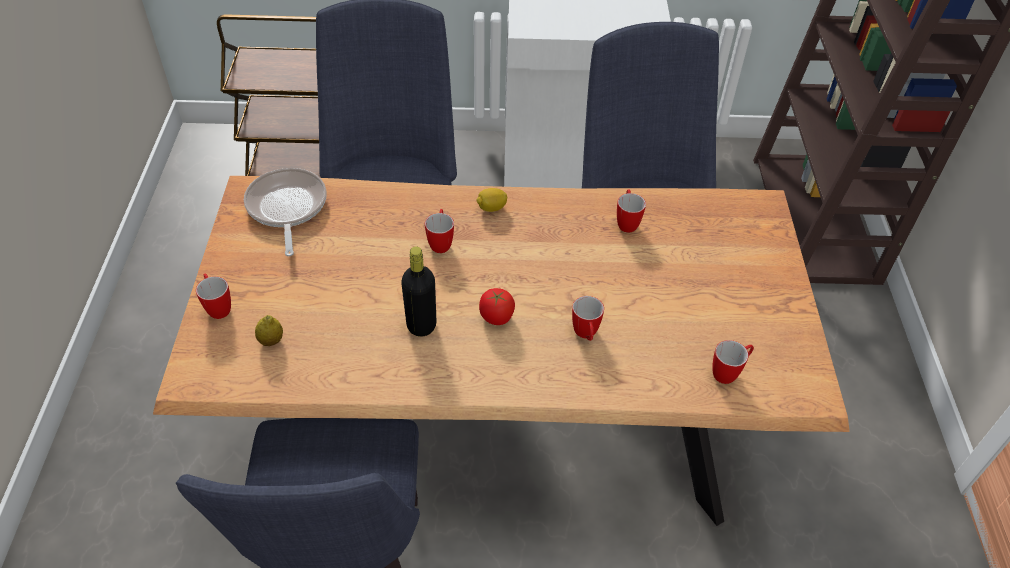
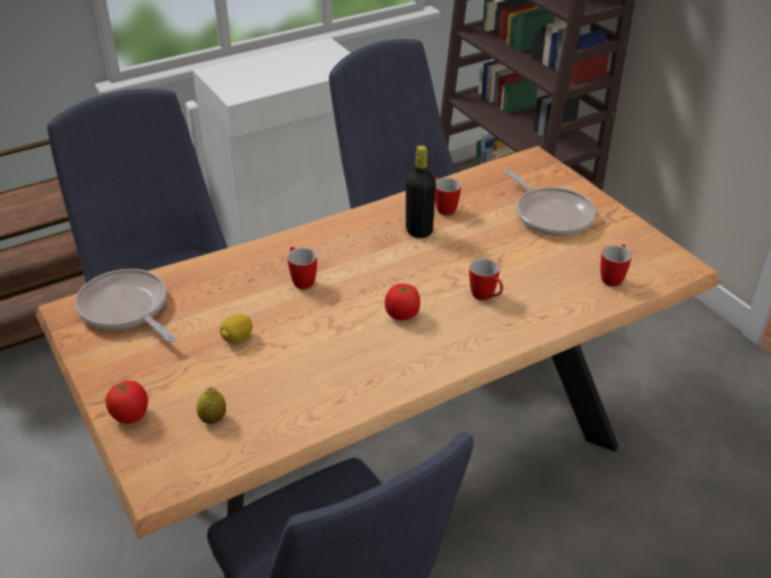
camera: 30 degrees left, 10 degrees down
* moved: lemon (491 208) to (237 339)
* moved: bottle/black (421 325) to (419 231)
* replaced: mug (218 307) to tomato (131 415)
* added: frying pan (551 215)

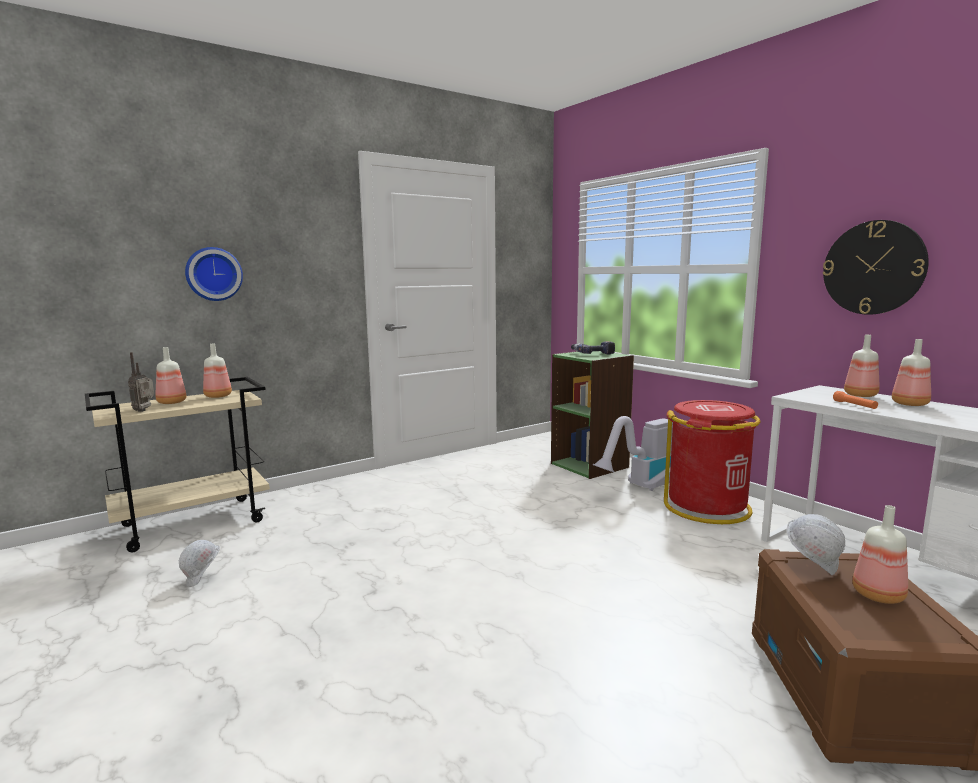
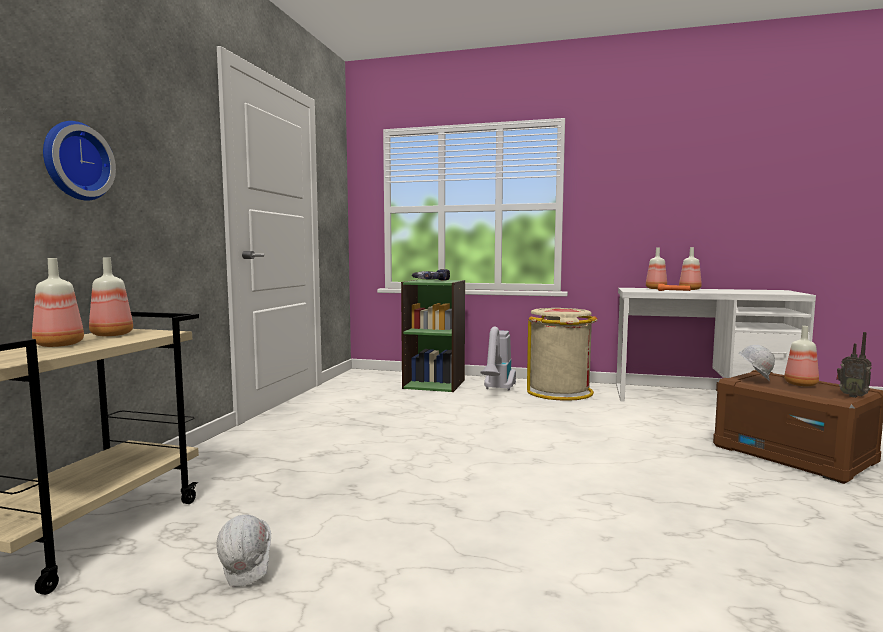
camera: 40 degrees left, 5 degrees down
* removed: wall clock (873 268)
* moved: radio (145 410) to (852 396)
* recoloured: trash can/red (707 507) to trash can/beige (560 392)

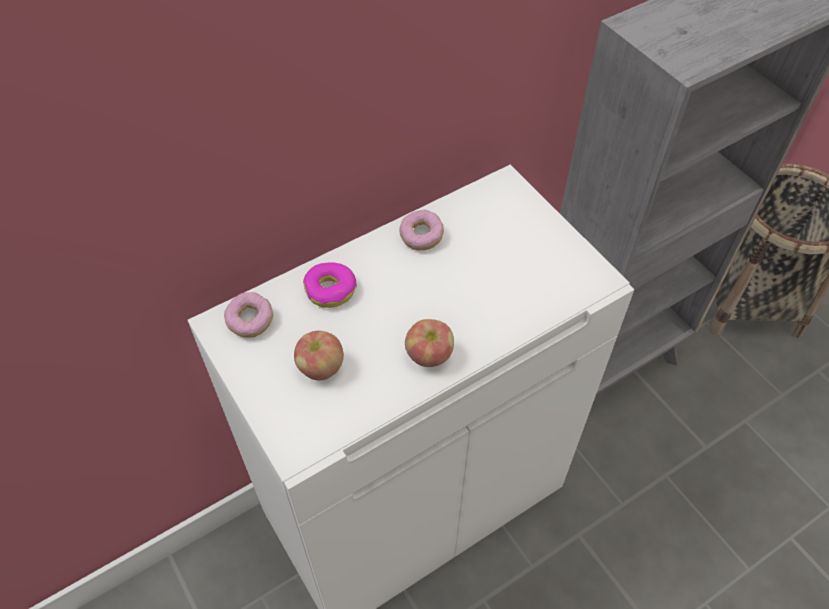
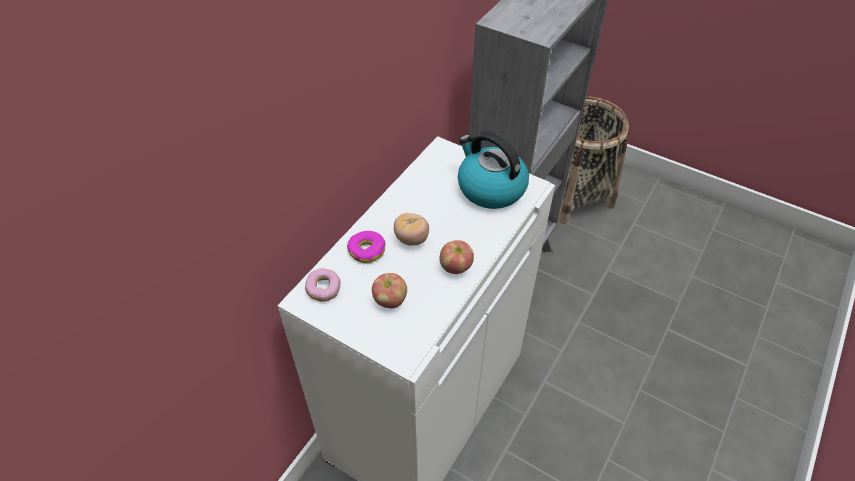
camera: 25 degrees left, 5 degrees down
* removed: donut (421 237)
* added: kettle (490 188)
* added: tomato (411 239)

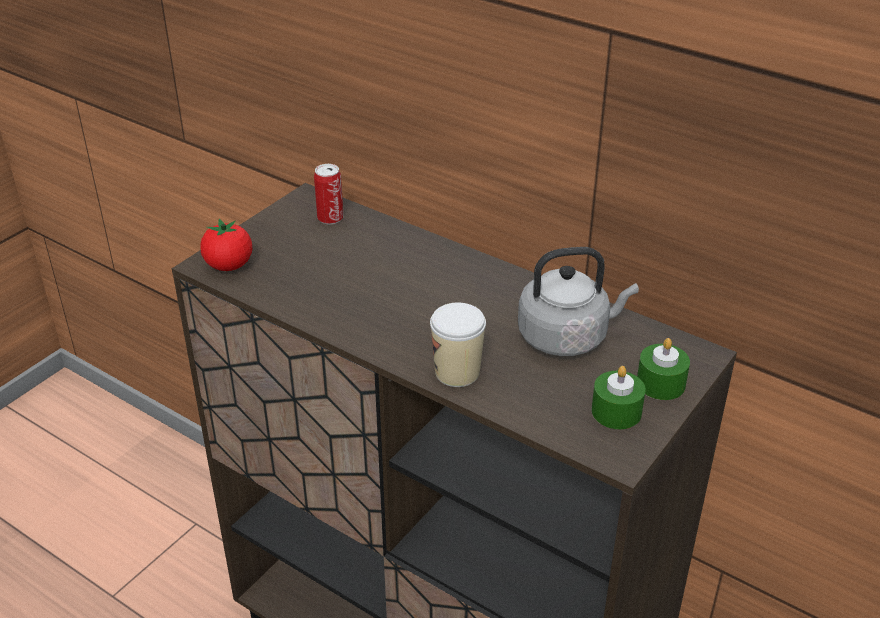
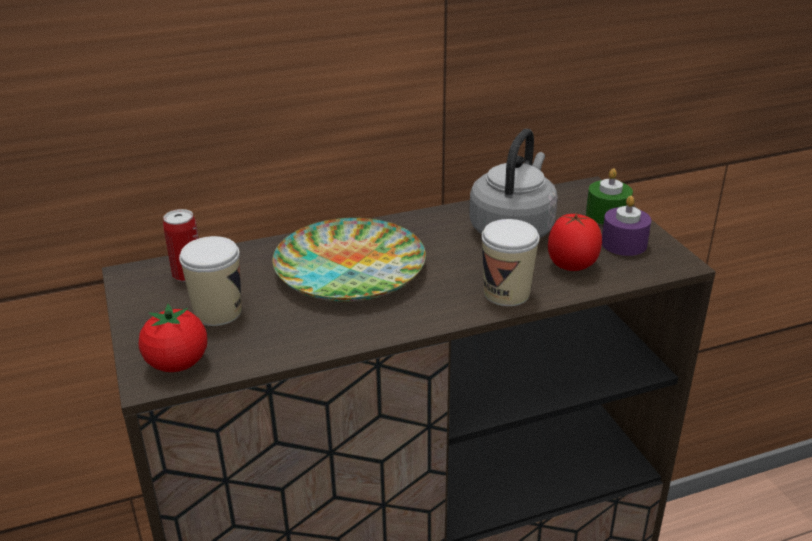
camera: 55 degrees left, 5 degrees down
* recoloured: candle/green (616 411) to candle/purple (624 244)
* added: tomato (572 266)
* added: plate (350 269)
* added: cup (218 312)

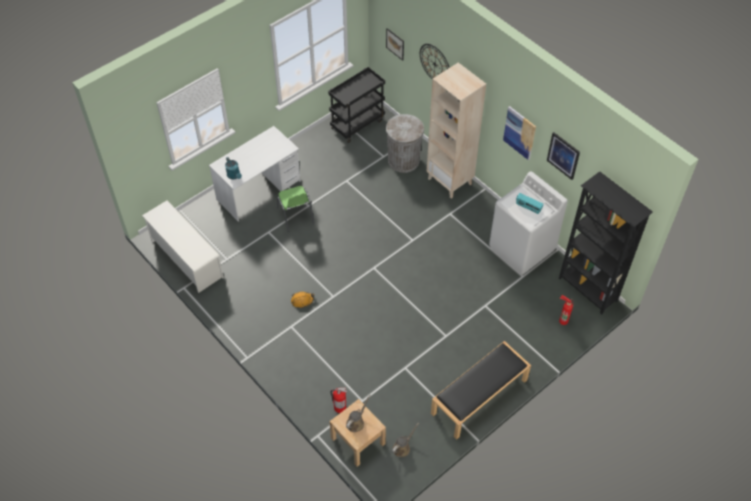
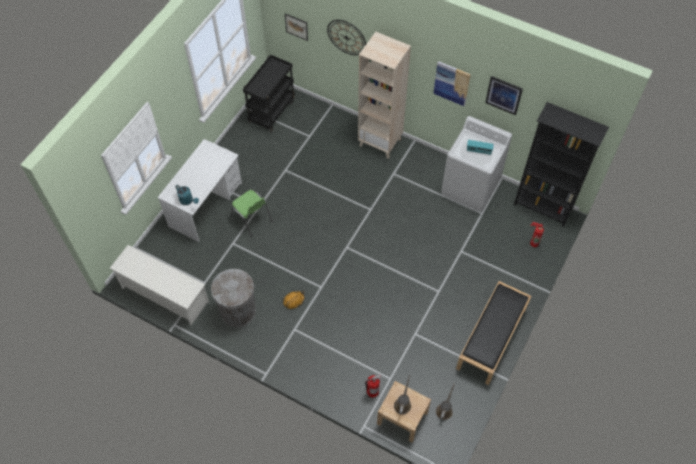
camera: 20 degrees left, 5 degrees up
* moved: trash can/grey (403 160) to (238 311)

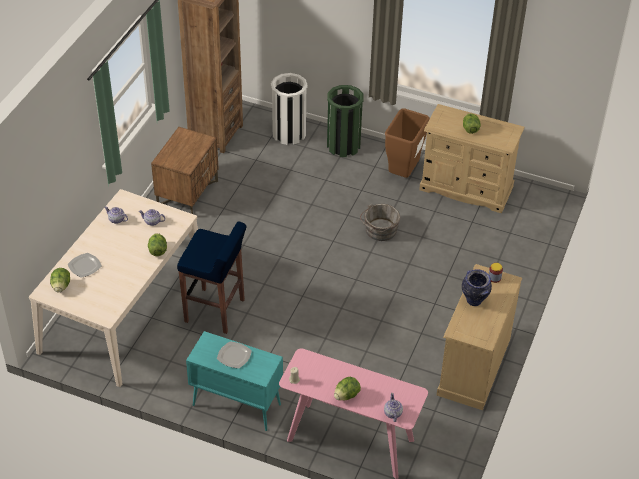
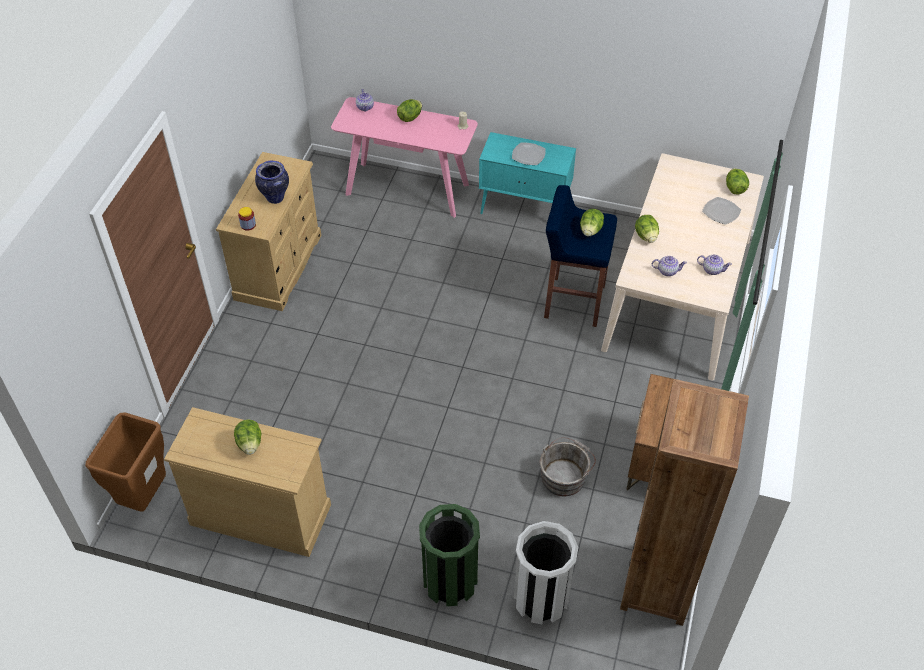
camera: 175 degrees right, 5 degrees up
* moved: trash can/brown (403 173) to (145 496)
* moved: bucket/grey (379 231) to (565 476)
* added: lettuce (590 230)

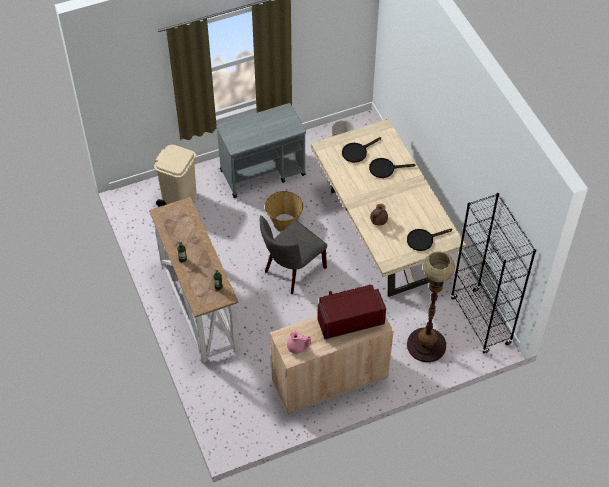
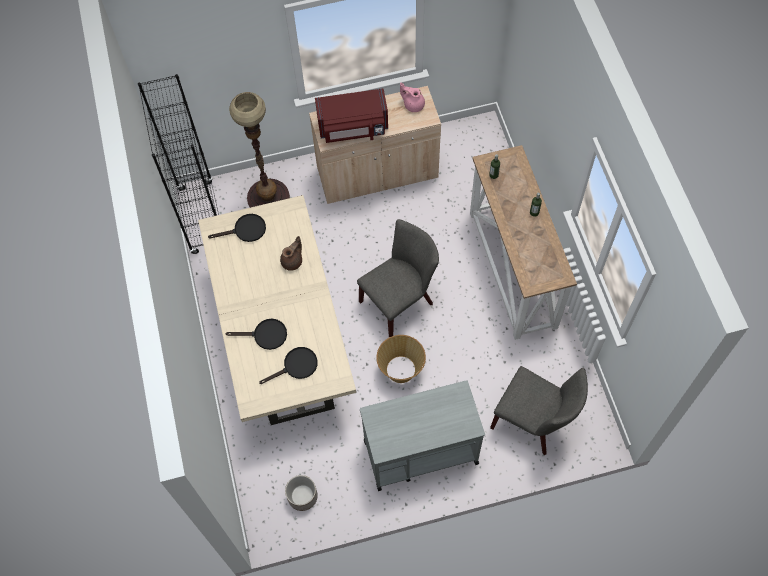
camera: 170 degrees left, 10 degrees up
* replaced: trash can/beige (179 198) to chair/grey (534 422)

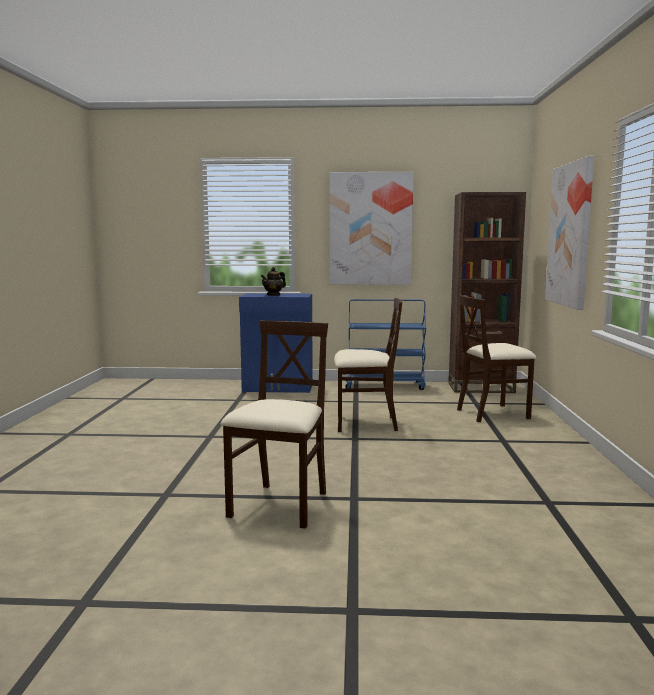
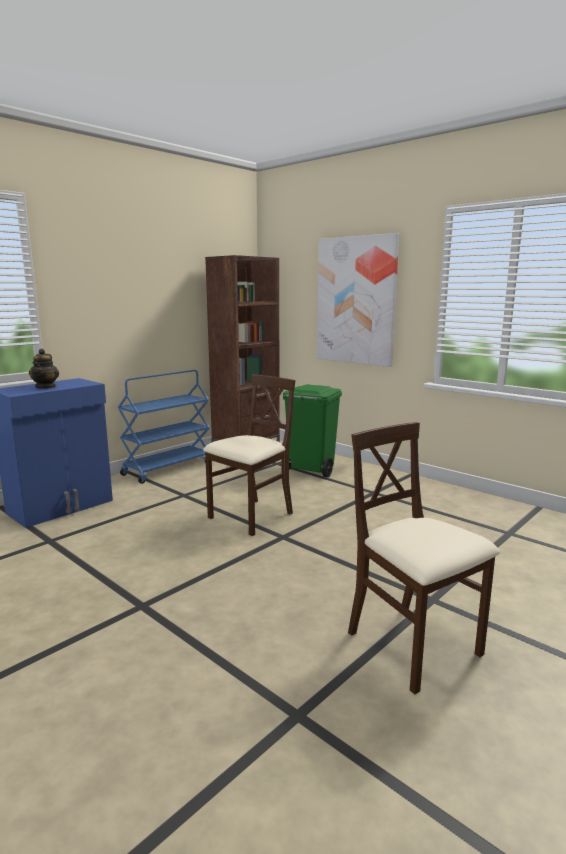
camera: 50 degrees left, 5 degrees up
* removed: picture (370 229)
* replaced: chair/beige (493 413) to trash can/green (310 469)

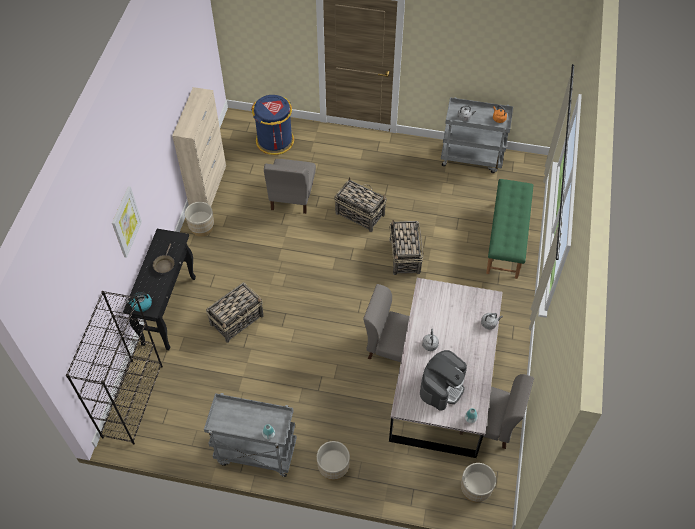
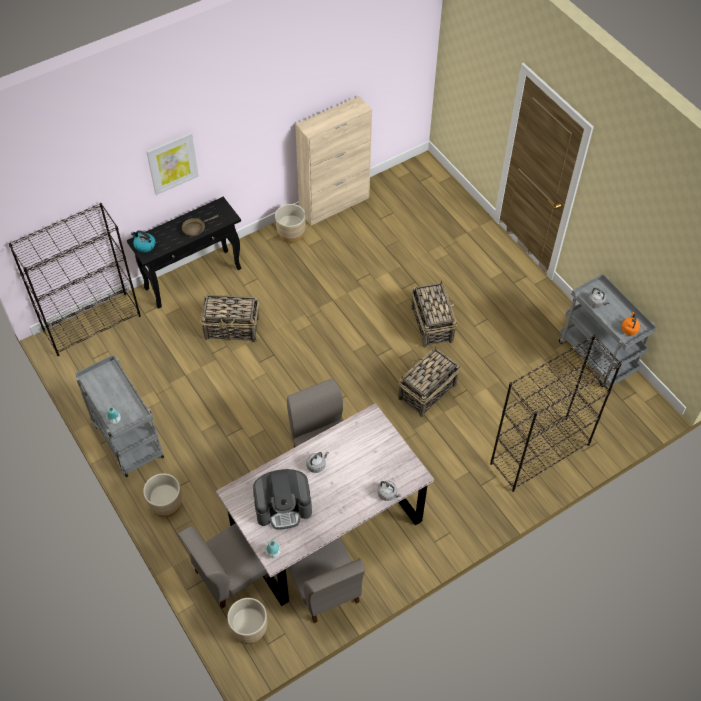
camera: 45 degrees right, 0 degrees up
* removed: trash can/blue (275 141)
* moved: chair/grey (291 196) to (231 574)
* replaced: bench/green (507 239) to bookcase/black (539 454)

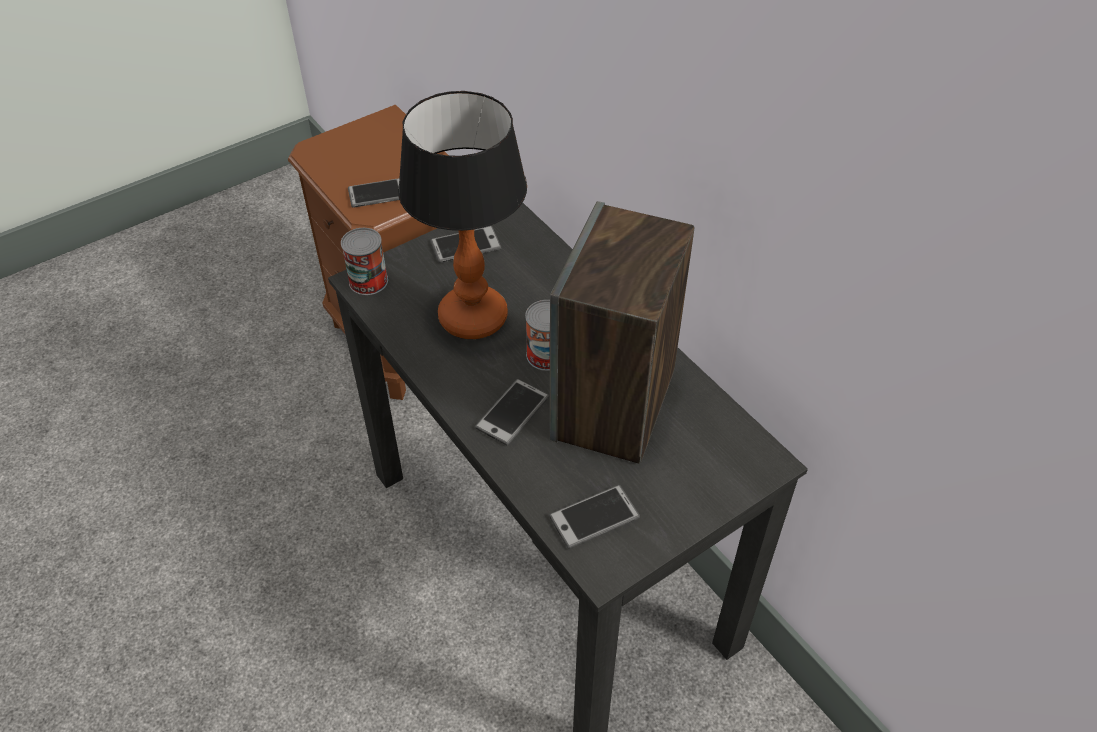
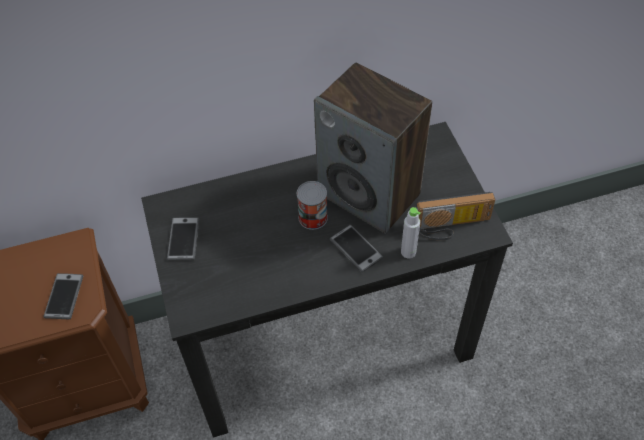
camera: 70 degrees left, 5 degrees up
* removed: table lamp (472 316)
* removed: can (368 281)
* replaced: phone (594 517) to radio (451 227)
* added: bottle/grey (408 252)

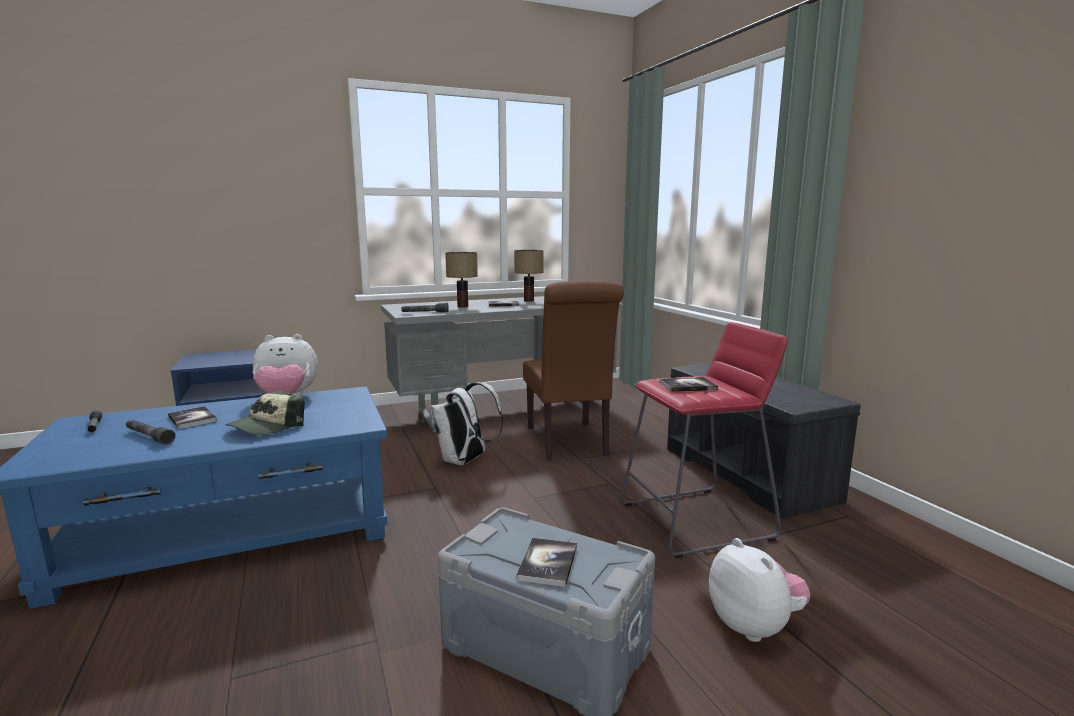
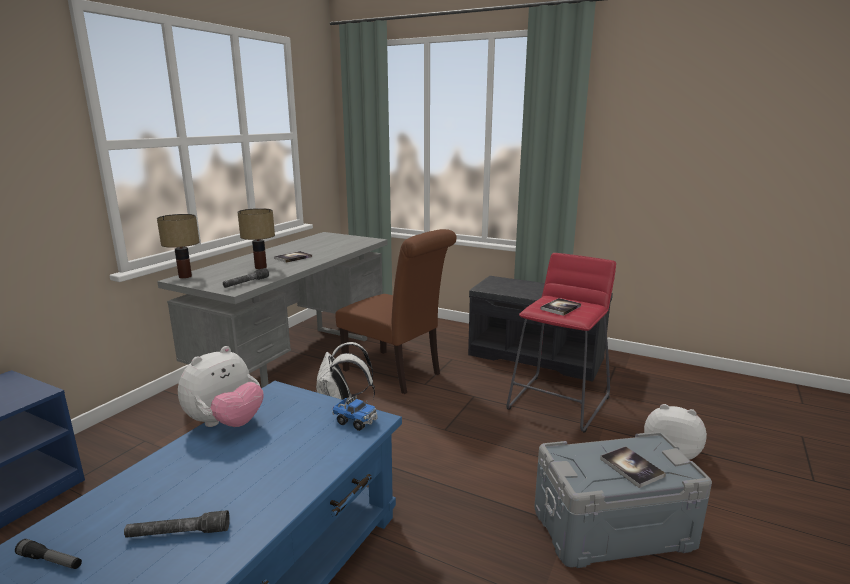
camera: 40 degrees left, 5 degrees up
* moved: table lamp (528 300) to (184 276)
* removed: cap (267 426)
* removed: book (192 419)
* added: toy truck (356 421)

